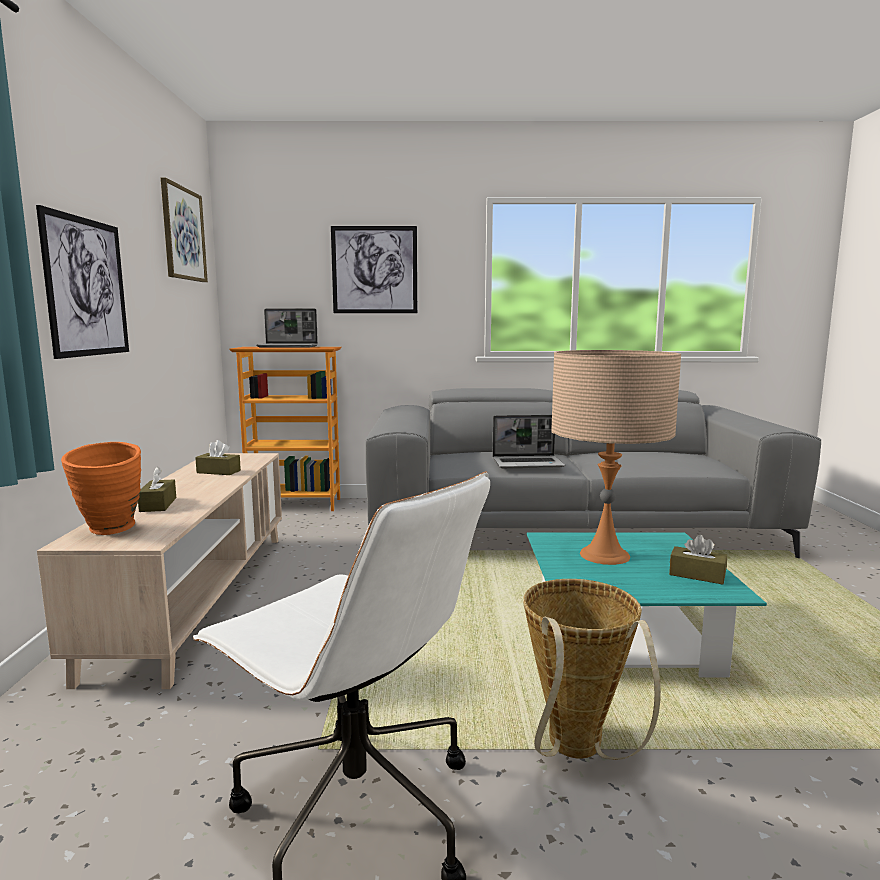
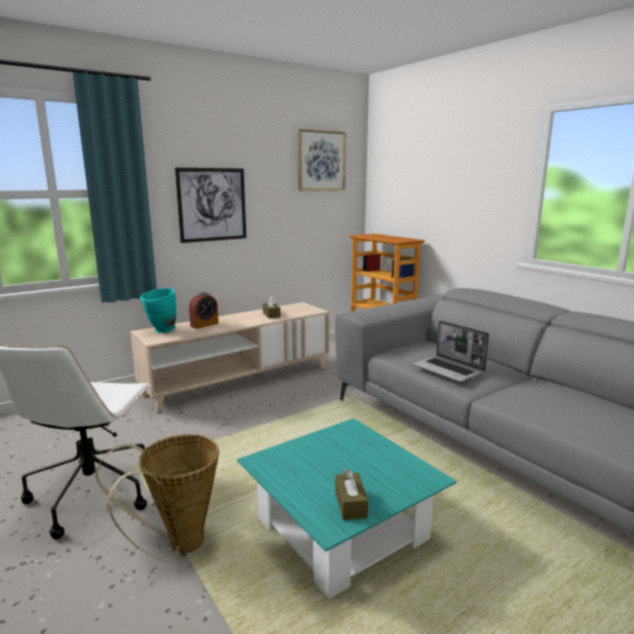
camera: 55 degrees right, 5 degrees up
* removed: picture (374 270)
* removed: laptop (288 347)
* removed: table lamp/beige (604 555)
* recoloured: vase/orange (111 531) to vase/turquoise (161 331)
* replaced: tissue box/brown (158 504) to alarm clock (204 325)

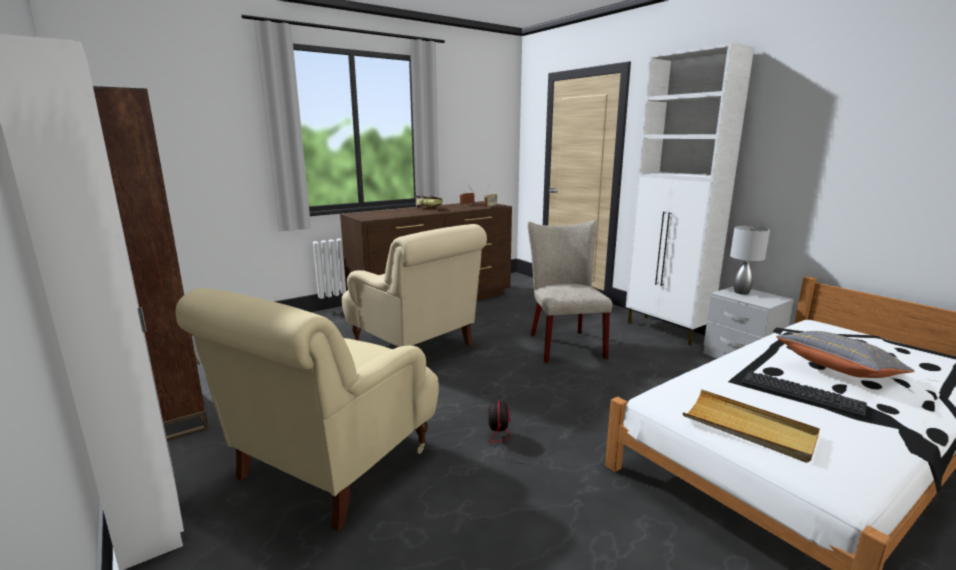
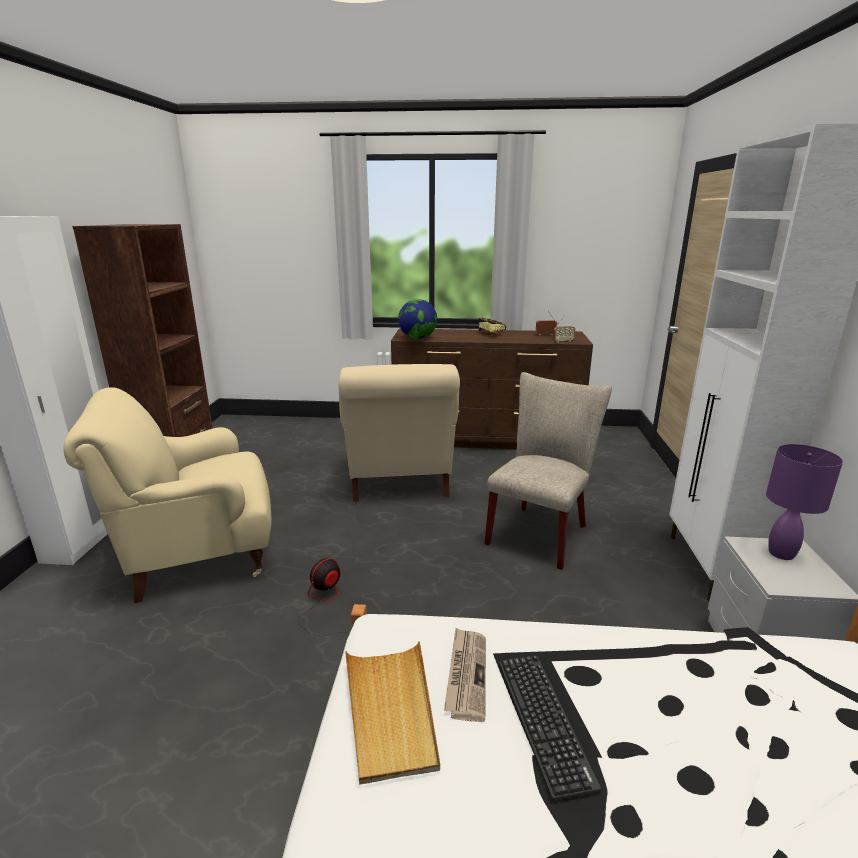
camera: 40 degrees right, 5 degrees up
* recoloured: table lamp/grey (741 292) to table lamp/purple (782 553)
* removed: pillow/grey (838 371)
* added: globe (418 338)
* added: newspaper (466 674)

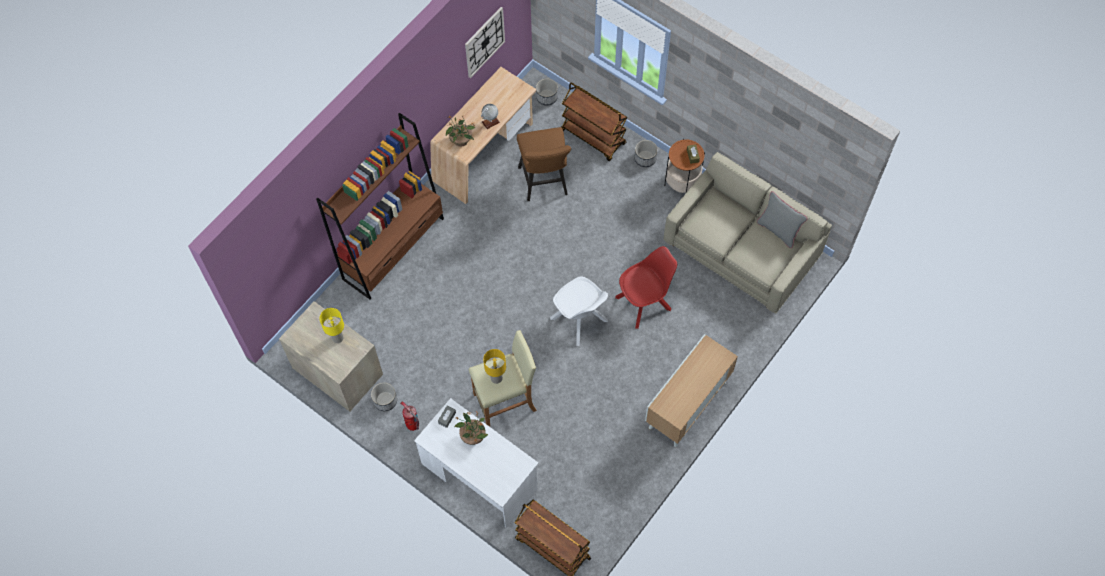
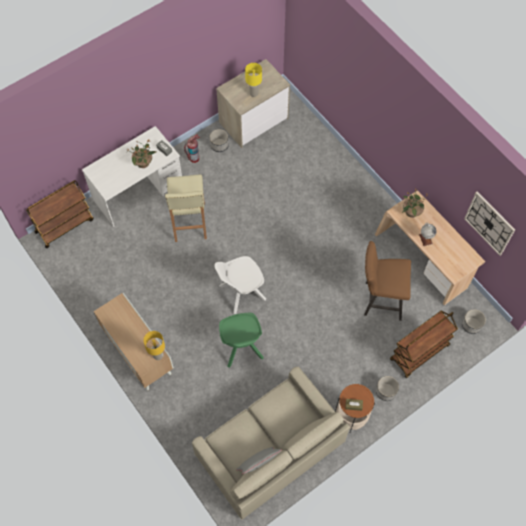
camera: 105 degrees right, 0 degrees up
* removed: bookcase/brown (394 248)
* recoloured: chair/red (644 302) to chair/green (241 348)
* moved: table lamp/yellow (496 378) to (158 355)

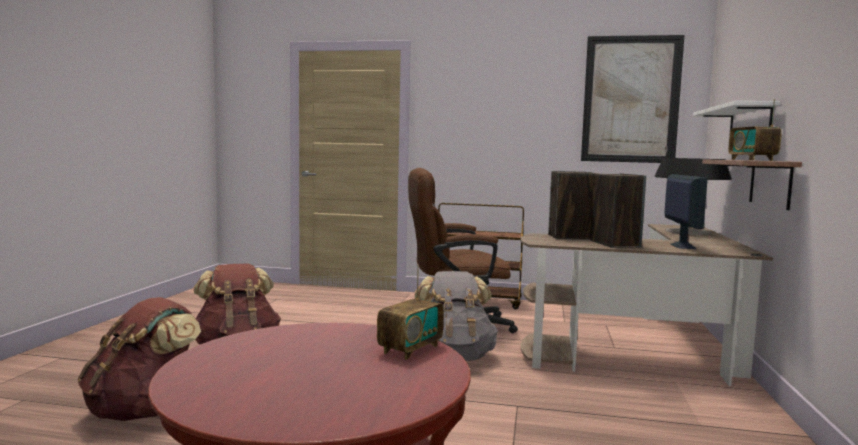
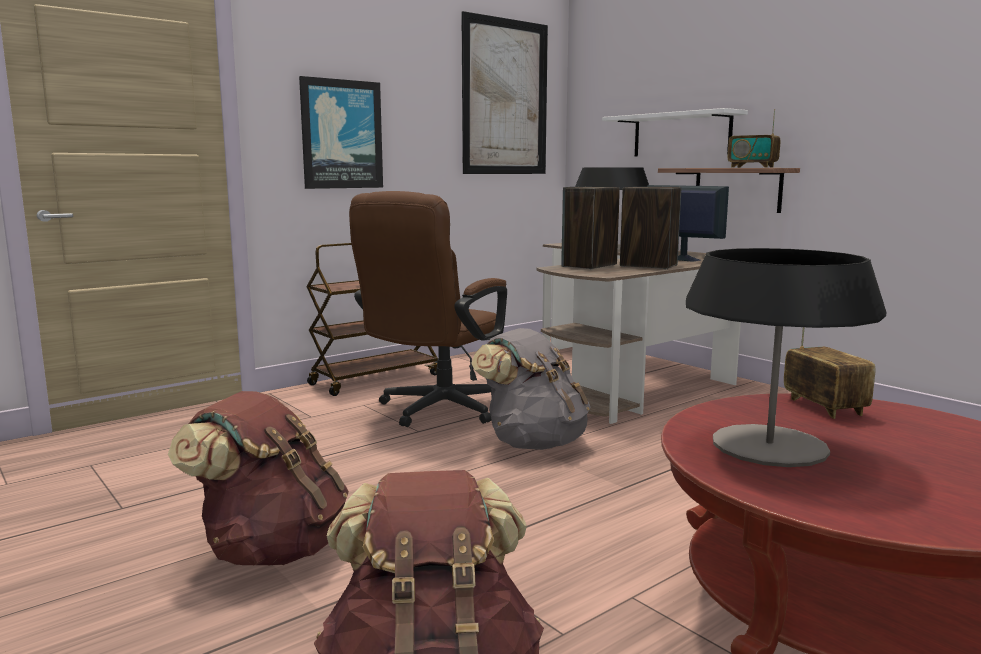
camera: 50 degrees left, 5 degrees up
* added: picture (341 134)
* added: table lamp (769 445)

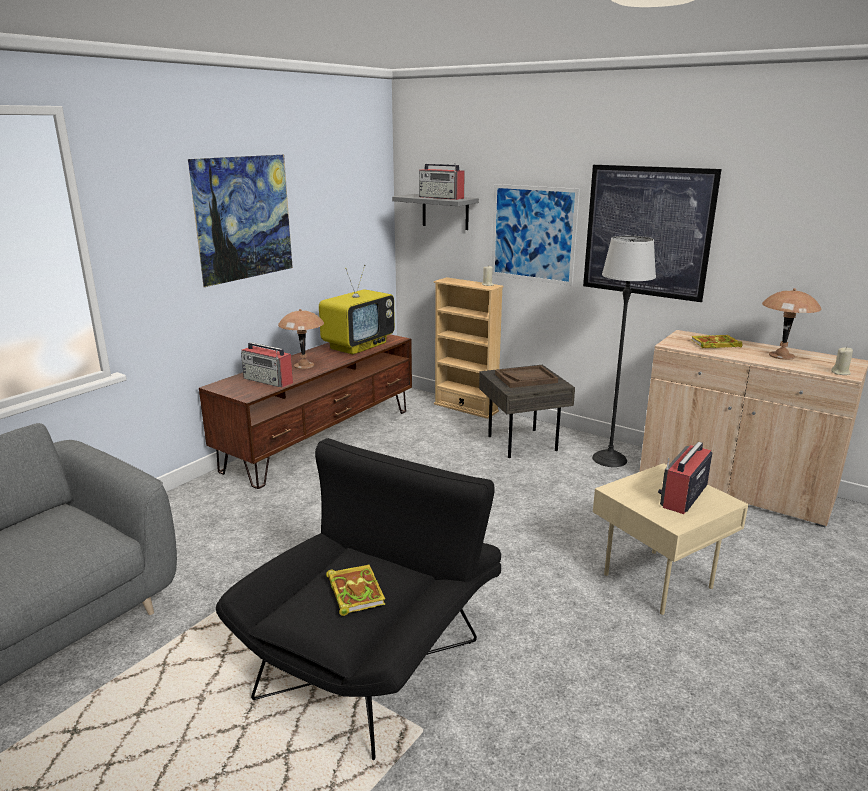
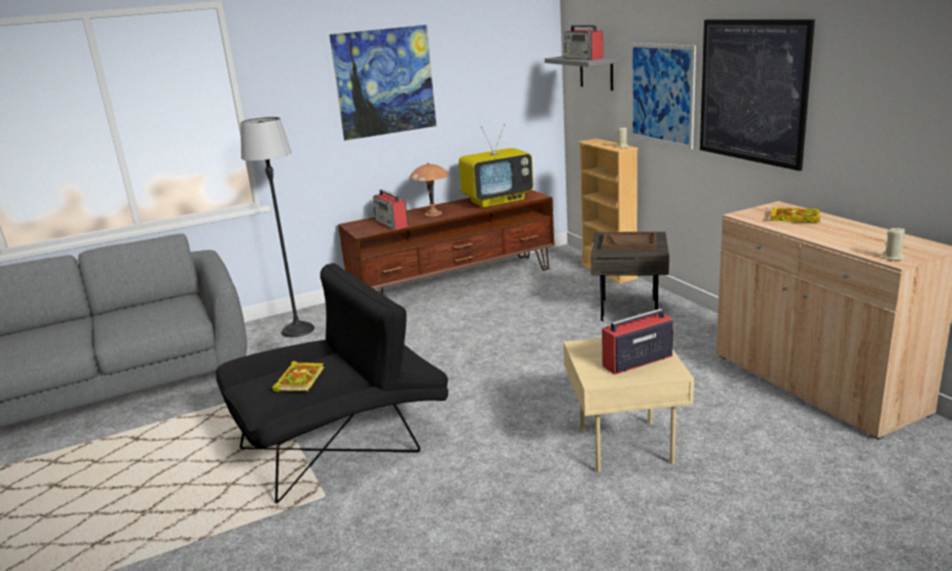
camera: 30 degrees right, 0 degrees up
* moved: floor lamp (609 459) to (297 330)
* removed: table lamp/brown (781 355)

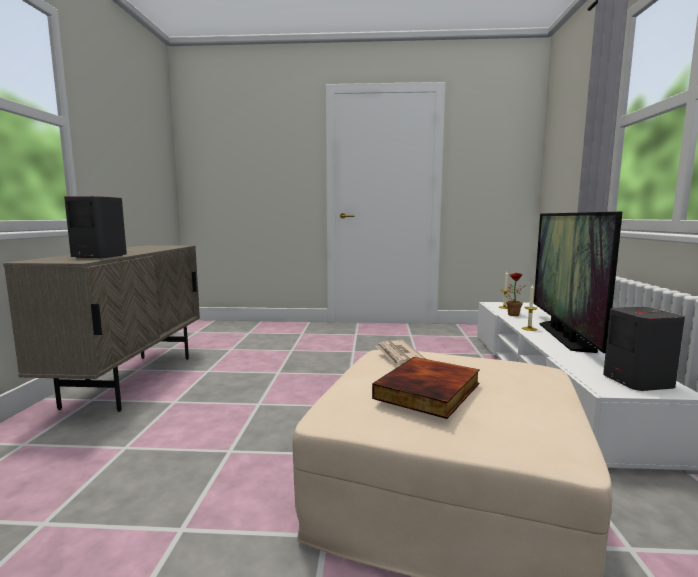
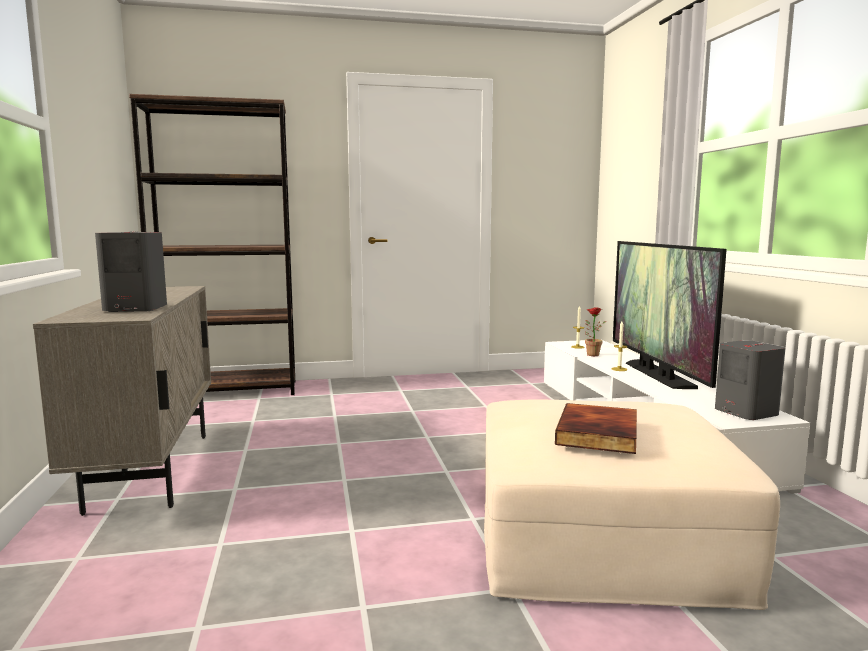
camera: 15 degrees left, 0 degrees up
* removed: newspaper (399 356)
* added: bookcase/brown (229 391)

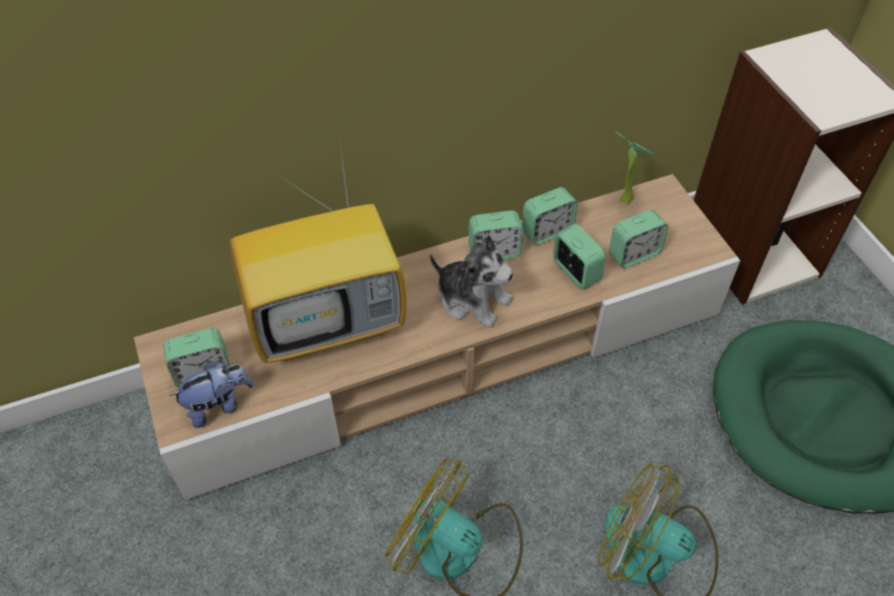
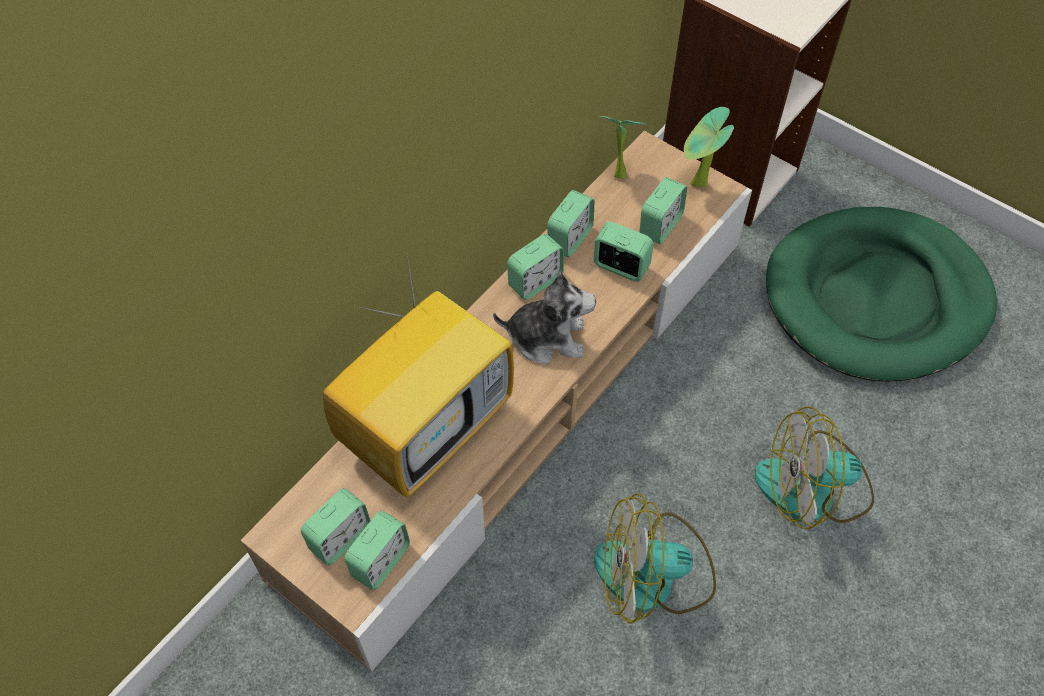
camera: 30 degrees left, 5 degrees up
* replaced: plush toy (219 405) to alarm clock (380 561)
* added: potted plant (697 186)

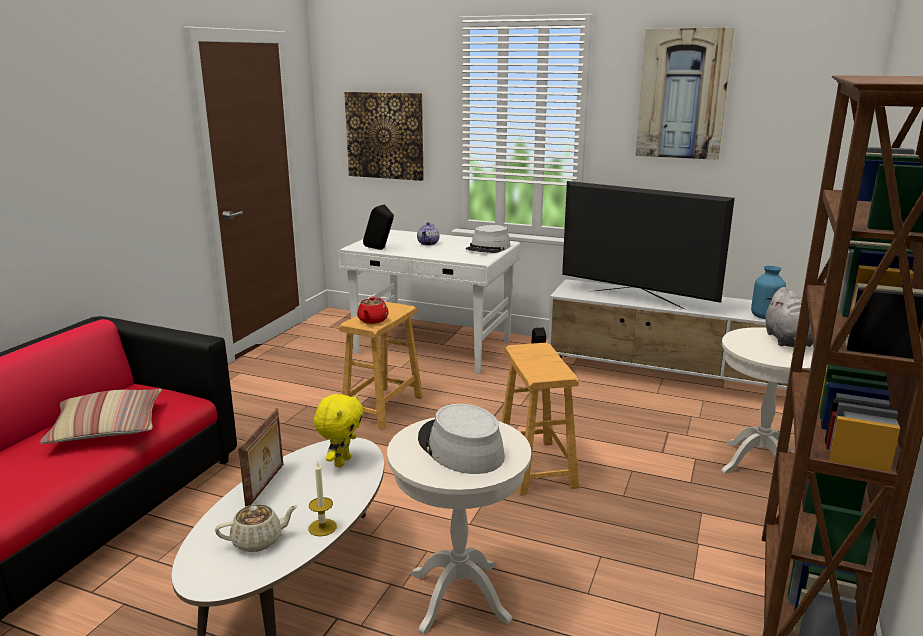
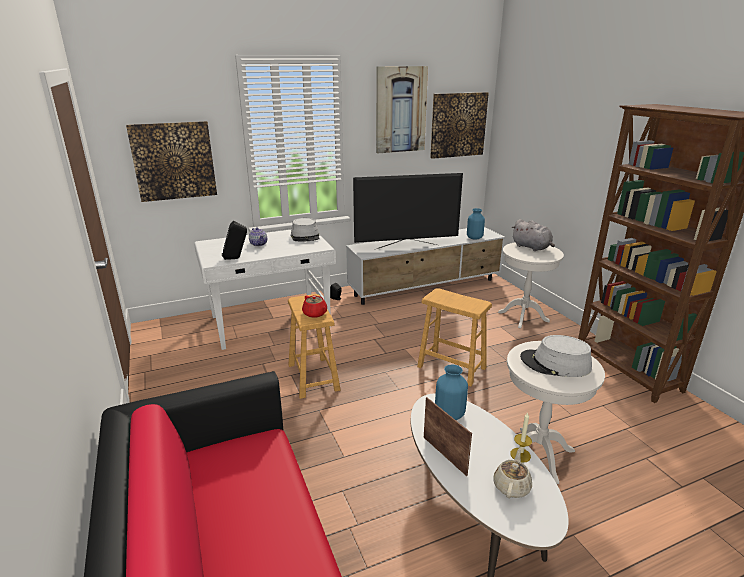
camera: 45 degrees left, 5 degrees up
* removed: pillow (107 427)
* replaced: plush toy/yellow (341 462) to vase/blue (449 414)
* added: picture (458 125)

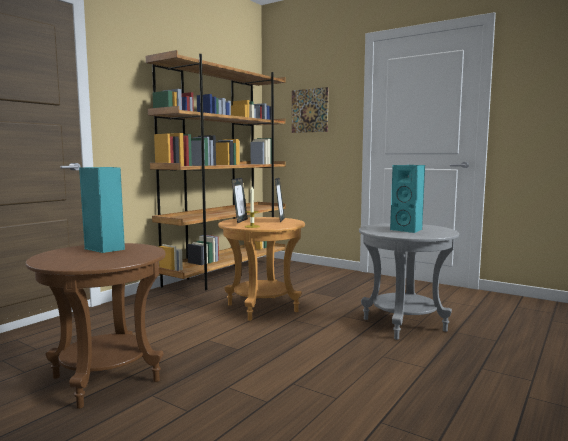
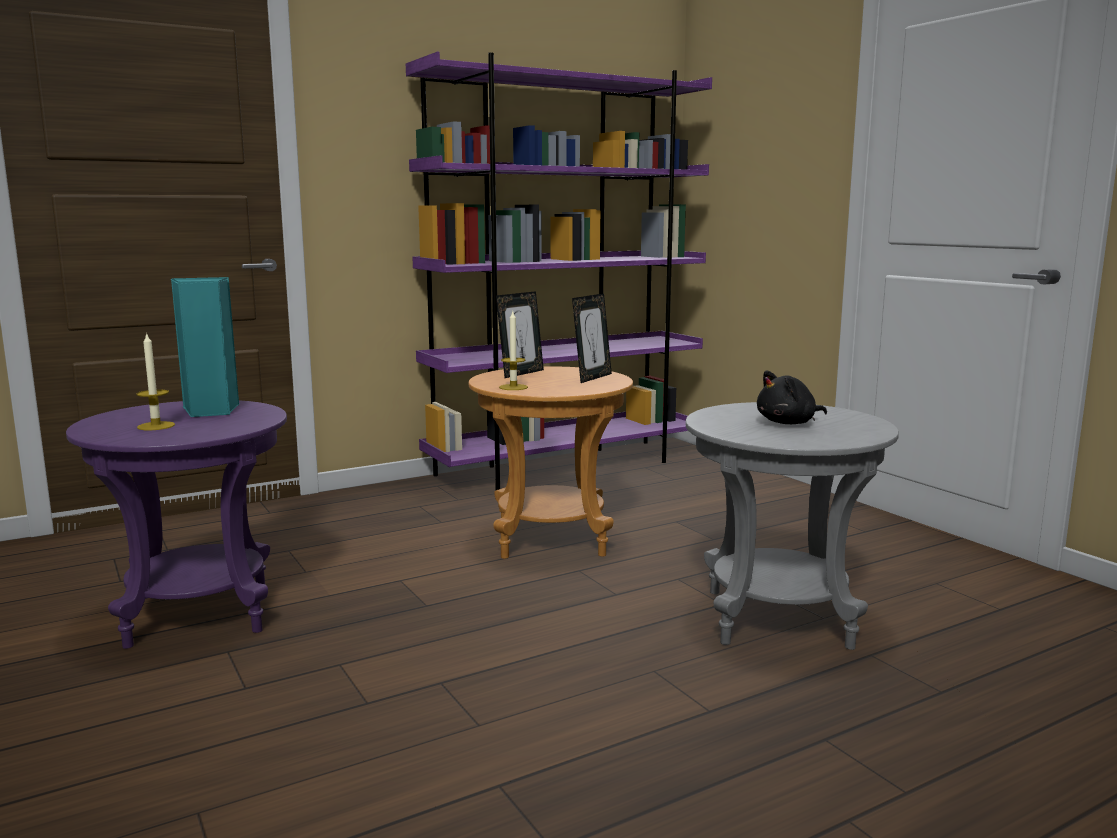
camera: 25 degrees right, 5 degrees up
* recoloured: bookcase/brown (227 274) to bookcase/purple (566 466)
* removed: picture (309 110)
* replaced: speaker/turquoise (408 230) to plush toy/black (789 423)
* recoloured: side table/brown (106 379) to side table/purple (199 613)
* added: candle (156 426)

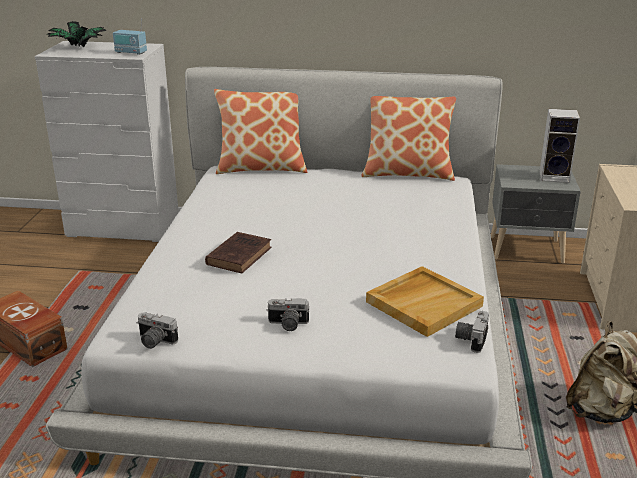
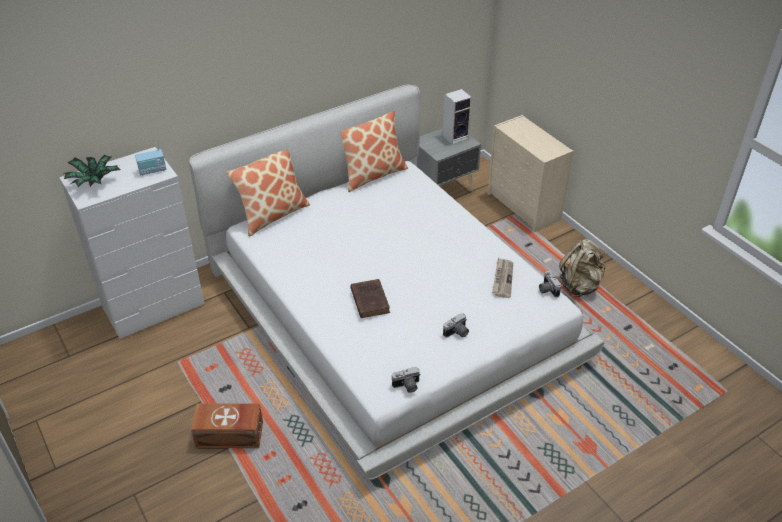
camera: 40 degrees left, 15 degrees up
* replaced: tray/beige (424 303) to newspaper (502 279)

